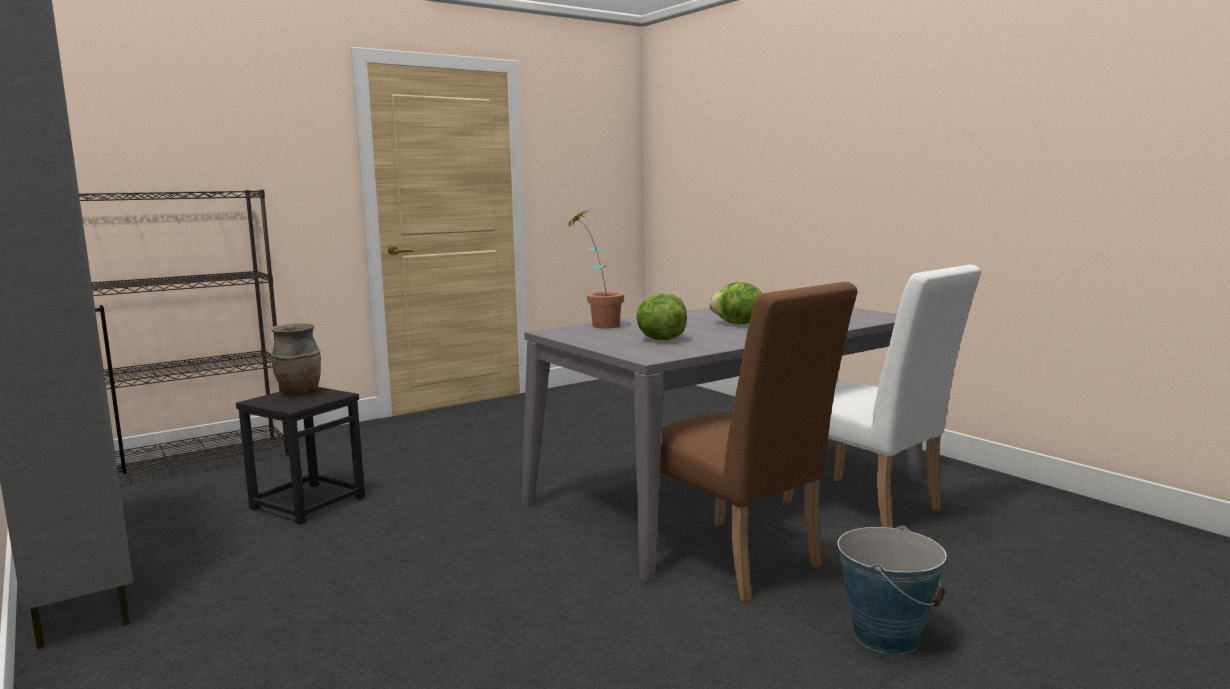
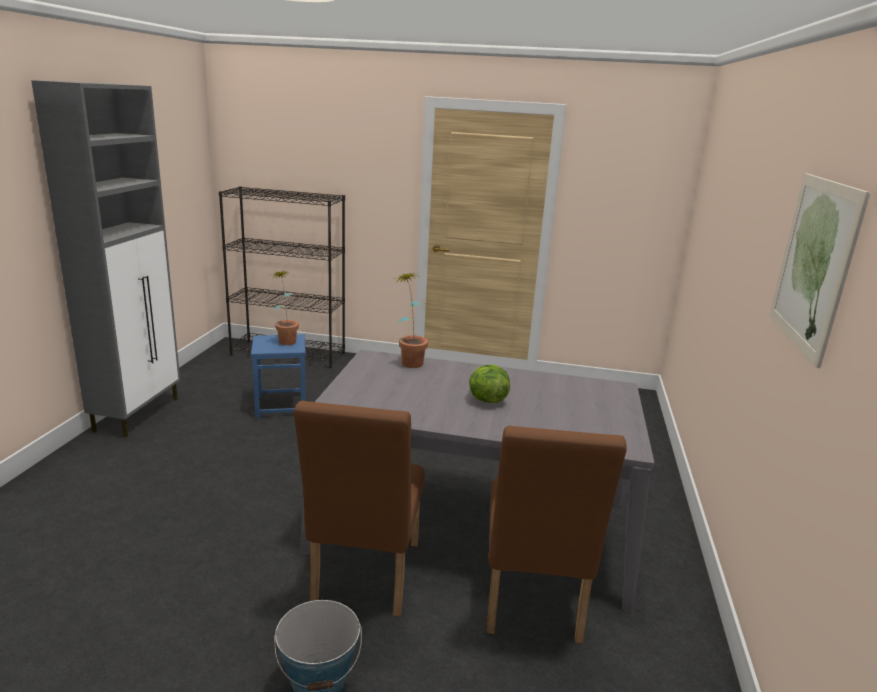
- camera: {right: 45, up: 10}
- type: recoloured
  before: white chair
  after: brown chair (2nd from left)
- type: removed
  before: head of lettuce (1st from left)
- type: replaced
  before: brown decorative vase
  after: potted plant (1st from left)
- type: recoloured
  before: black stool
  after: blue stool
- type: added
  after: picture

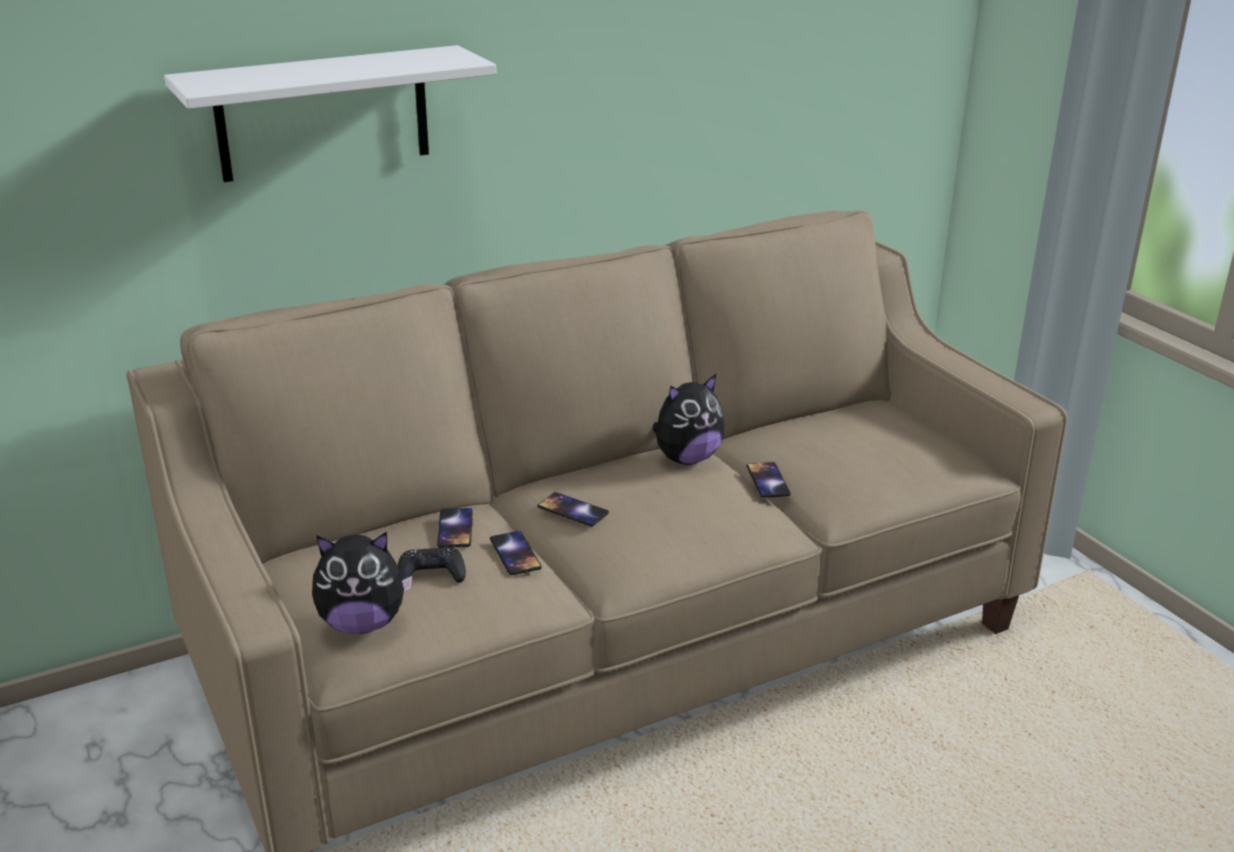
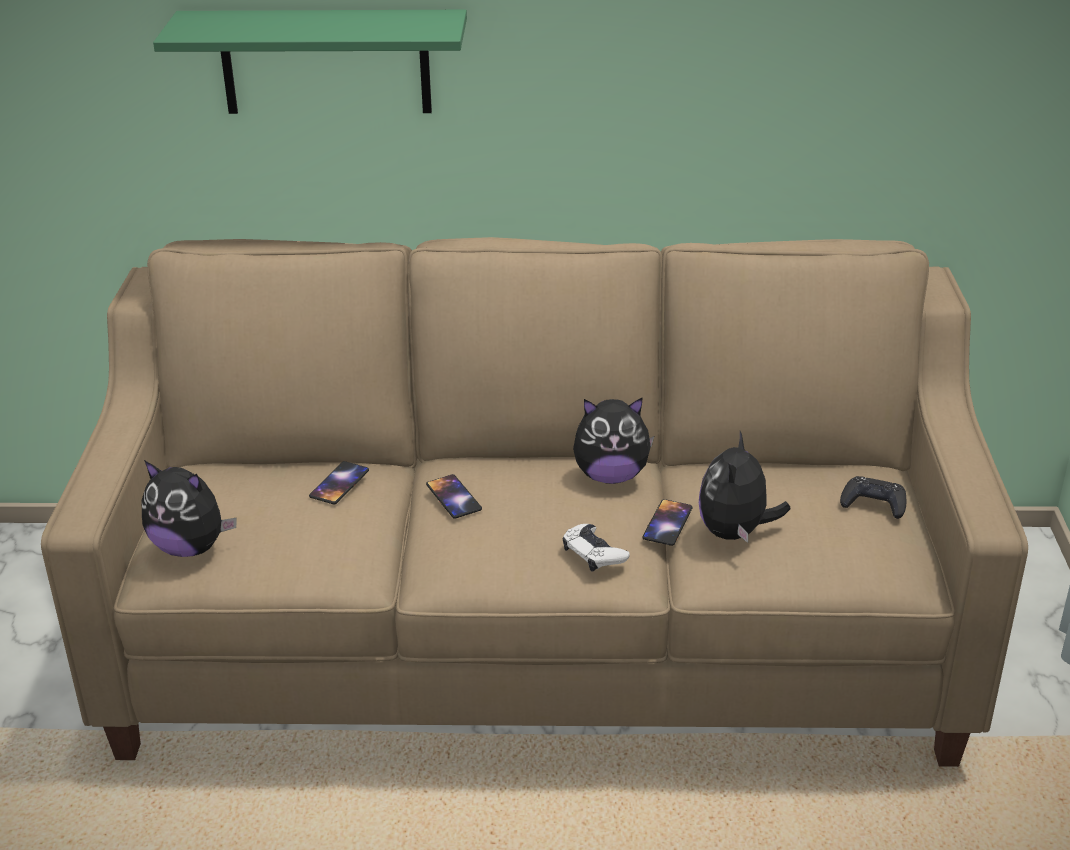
- camera: {right: 30, up: 5}
- type: recoloured
  before: white shelf
  after: green shelf
- type: removed
  before: phone (2nd from left)
- type: moved
  before: black joypad
- type: added
  after: soft toy (3rd from left)
- type: added
  after: white joypad

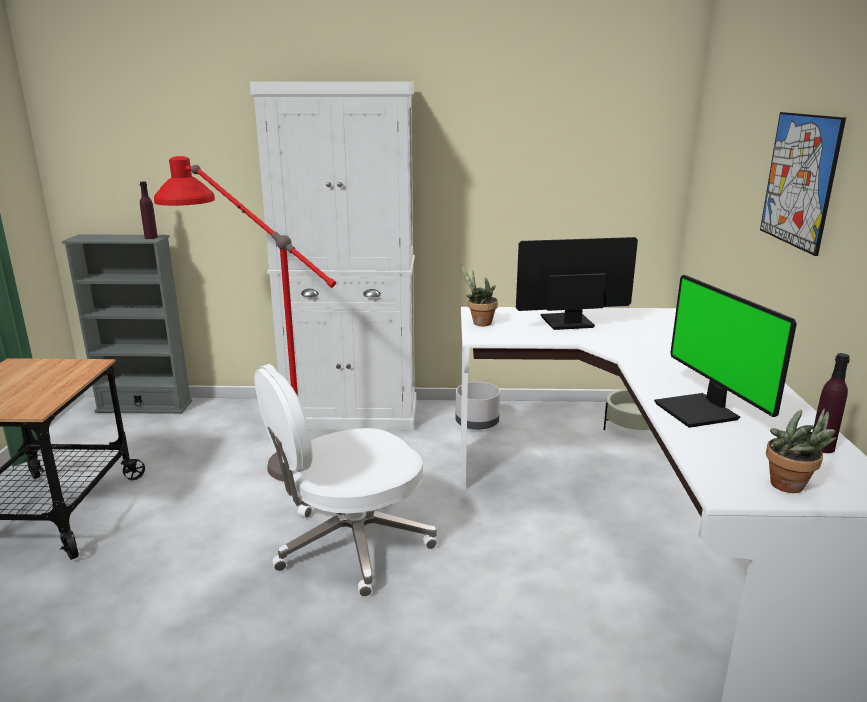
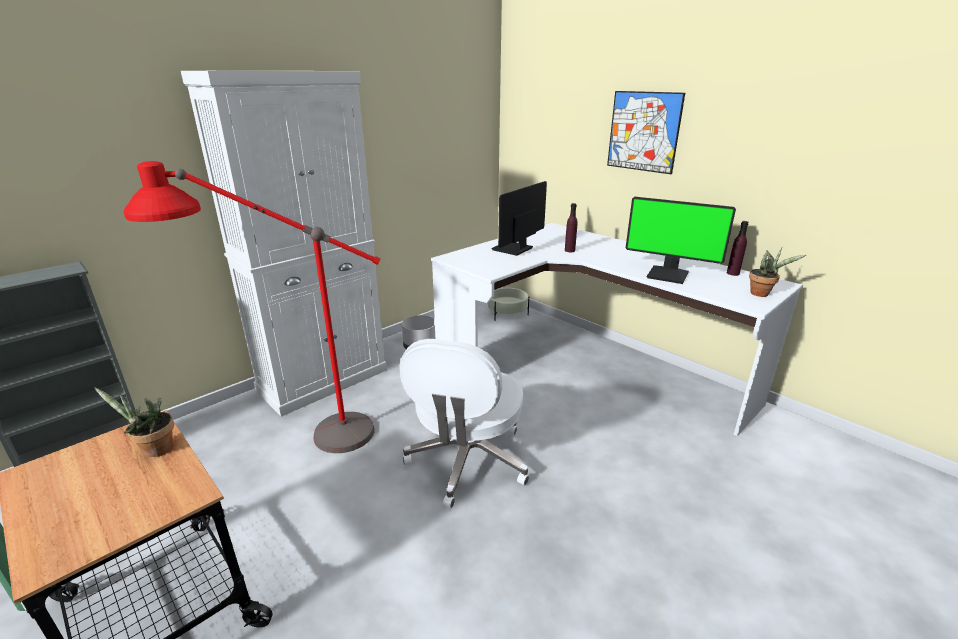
- camera: {right: -45, up: 5}
- type: moved
  before: purplish bottle (1st from left)
- type: moved
  before: potted plant (1st from left)

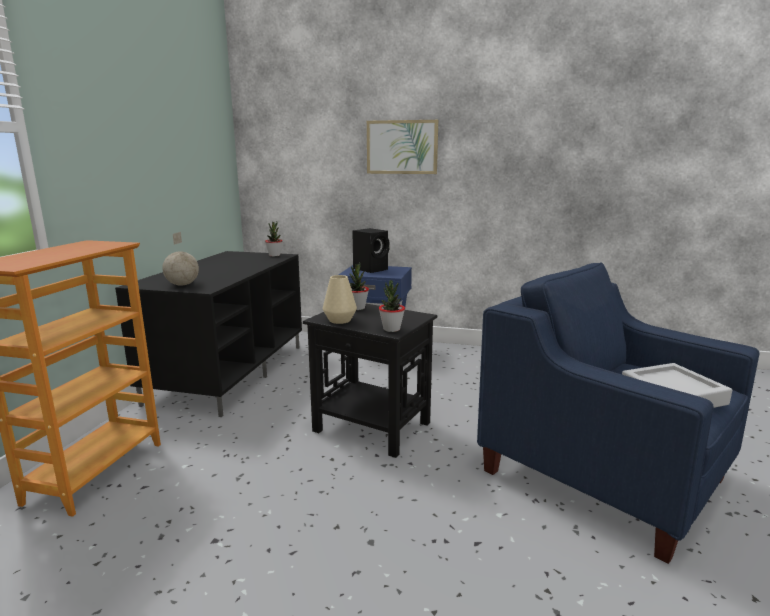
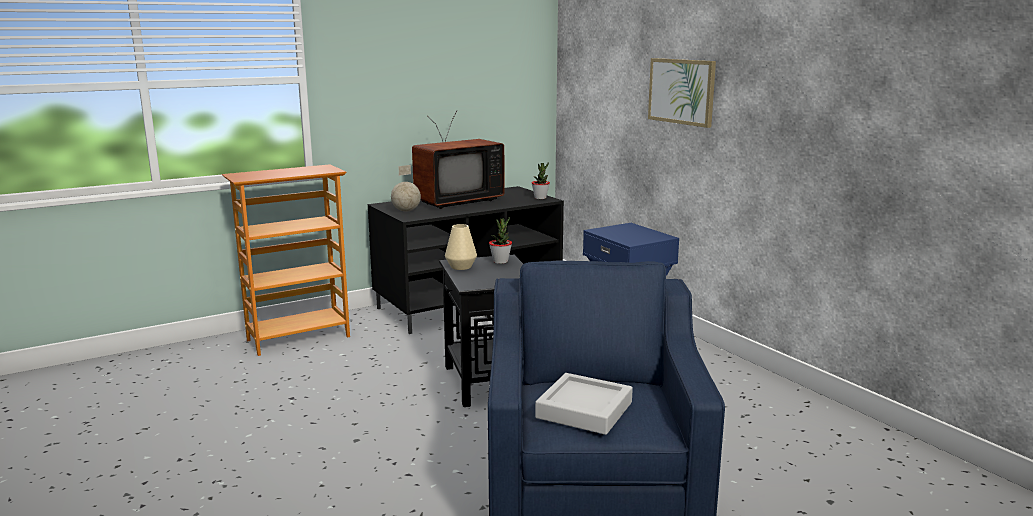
- camera: {right: 45, up: 0}
- type: removed
  before: black audio speaker
- type: removed
  before: potted plant (3rd from left)
- type: added
  after: TV

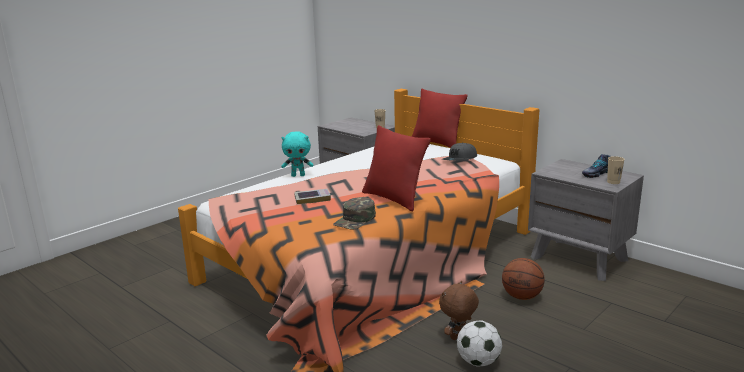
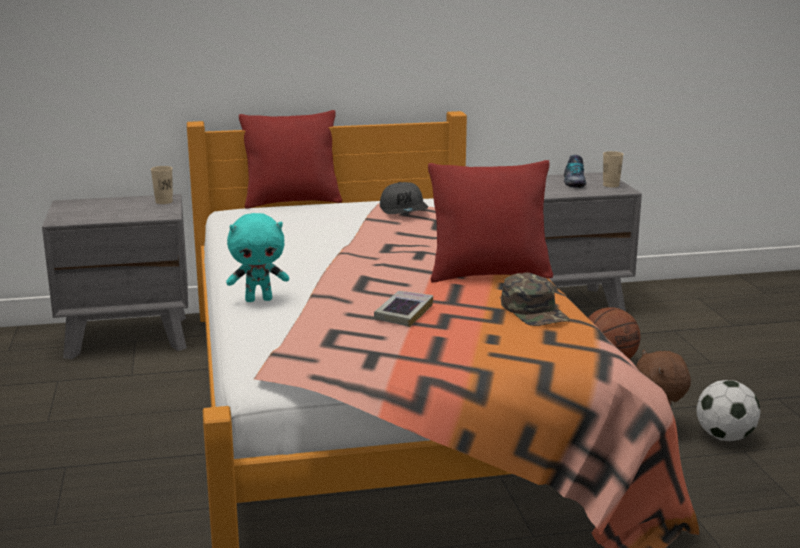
- camera: {right: -55, up: 0}
- type: turned
  before: turquoise-coloured soft toy
  turn: 45

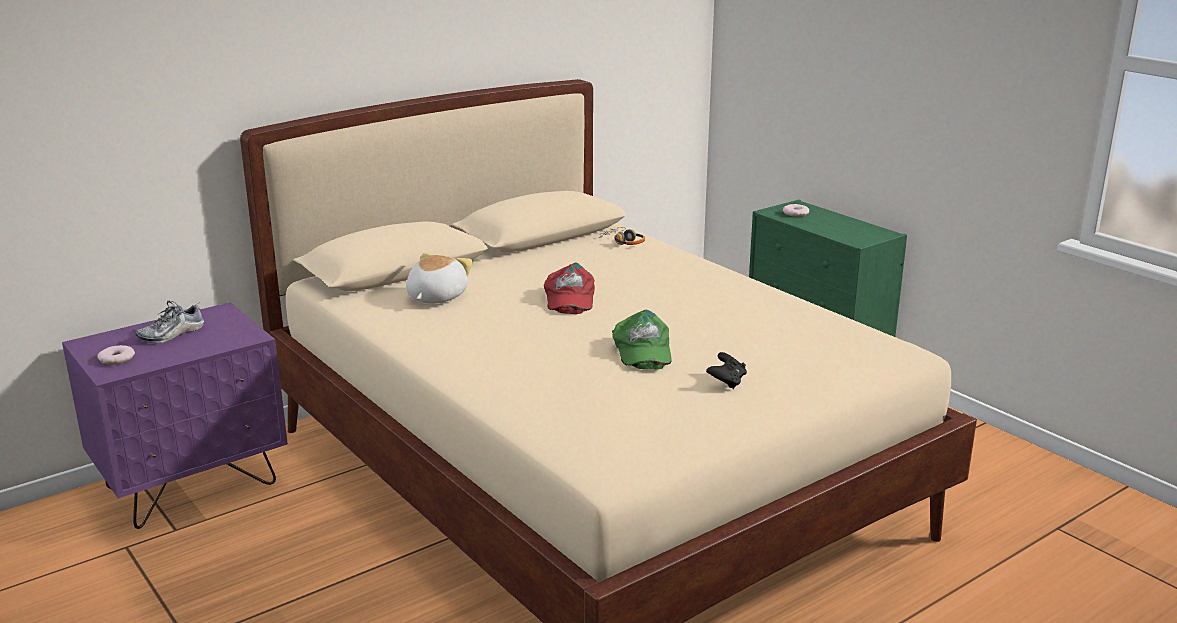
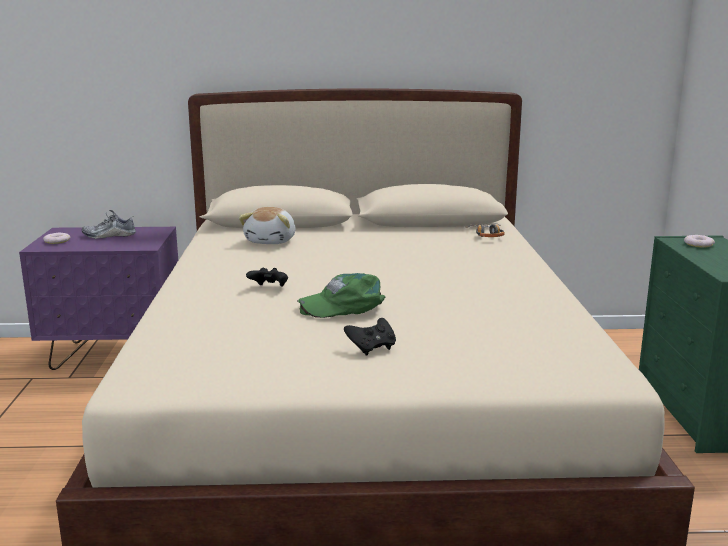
- camera: {right: 35, up: -5}
- type: turned
  before: soft toy
  turn: 135
- type: removed
  before: red-coloured peaked cap
- type: turned
  before: green peaked cap
  turn: 45
- type: added
  after: black joypad (1st from left)

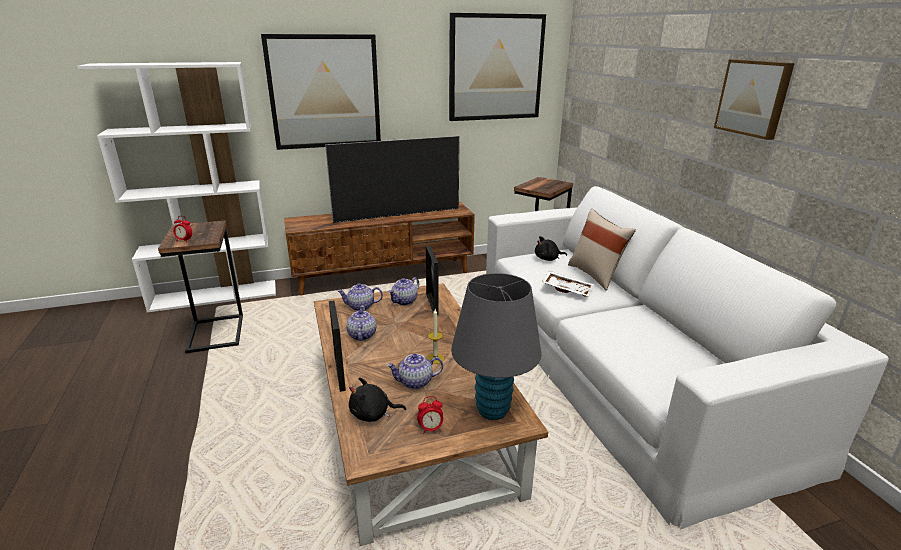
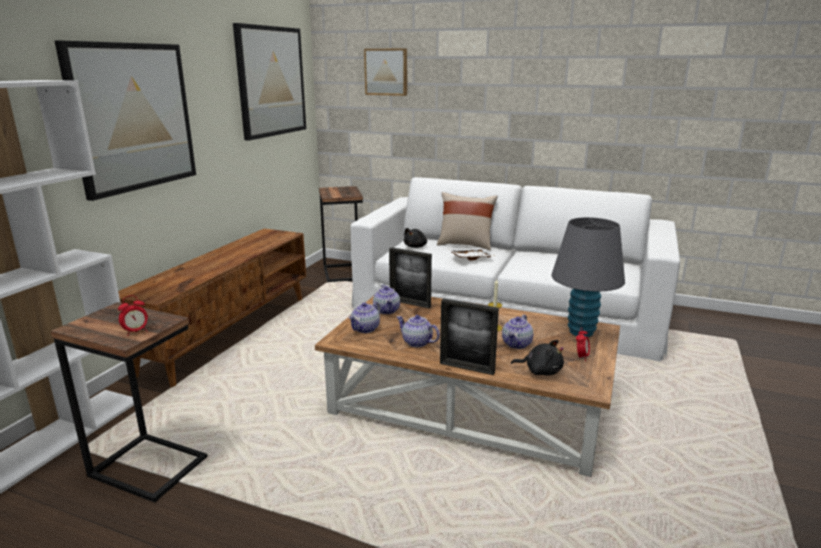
- camera: {right: -50, up: -5}
- type: moved
  before: picture (3rd from left)
- type: removed
  before: TV
- type: turned
  before: black soft toy (1st from left in the first image)
  turn: -105

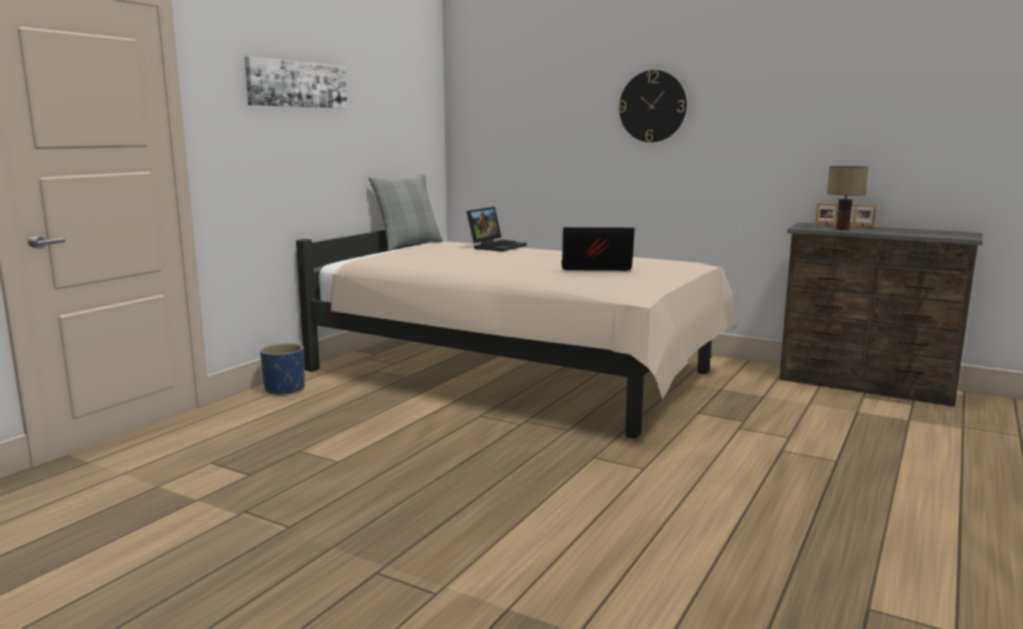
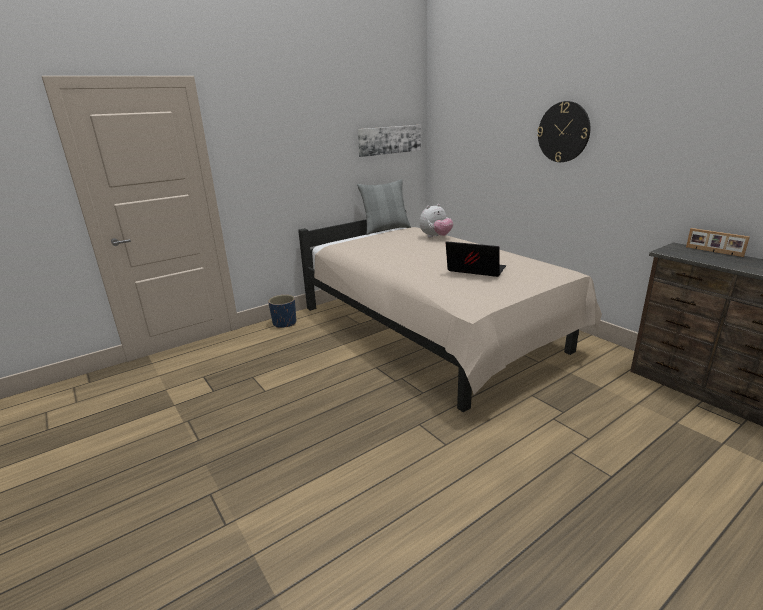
- camera: {right: 25, up: 10}
- type: moved
  before: picture
- type: removed
  before: table lamp
- type: replaced
  before: notebook computer (1st from left)
  after: soft toy

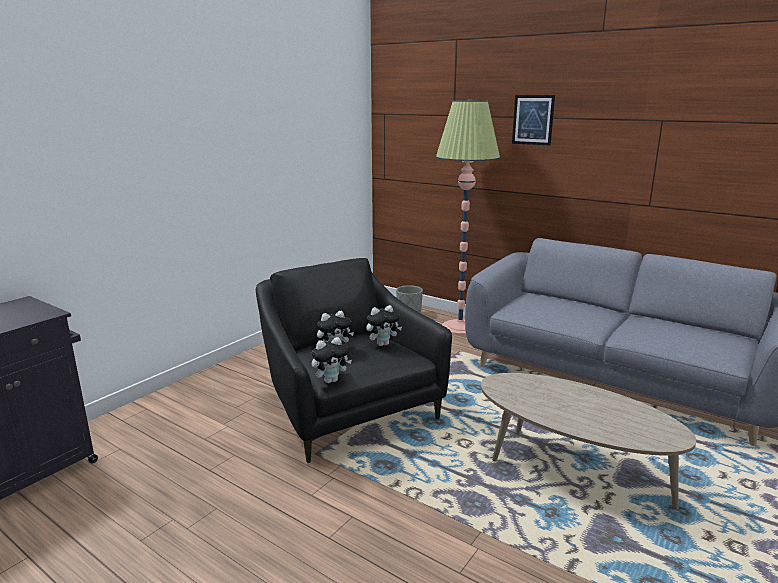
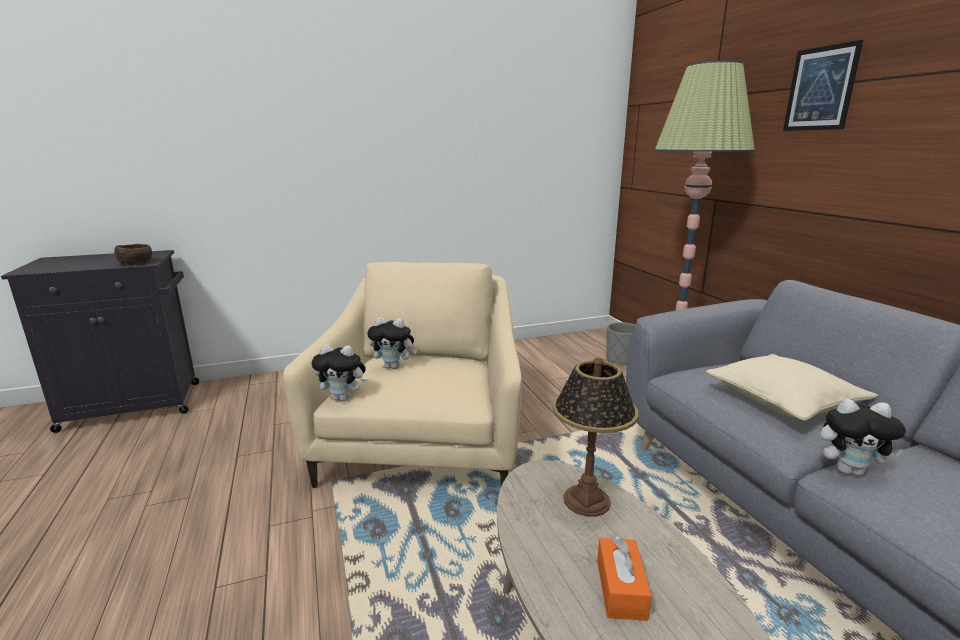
- camera: {right: 35, up: 0}
- type: recoloured
  before: black armchair
  after: sand-coloured armchair
- type: moved
  before: soft toy (3rd from left)
- type: added
  after: brown deep dish
- type: added
  after: sand-coloured cushion
- type: added
  after: table lamp
- type: added
  after: orange-coloured tissue box

